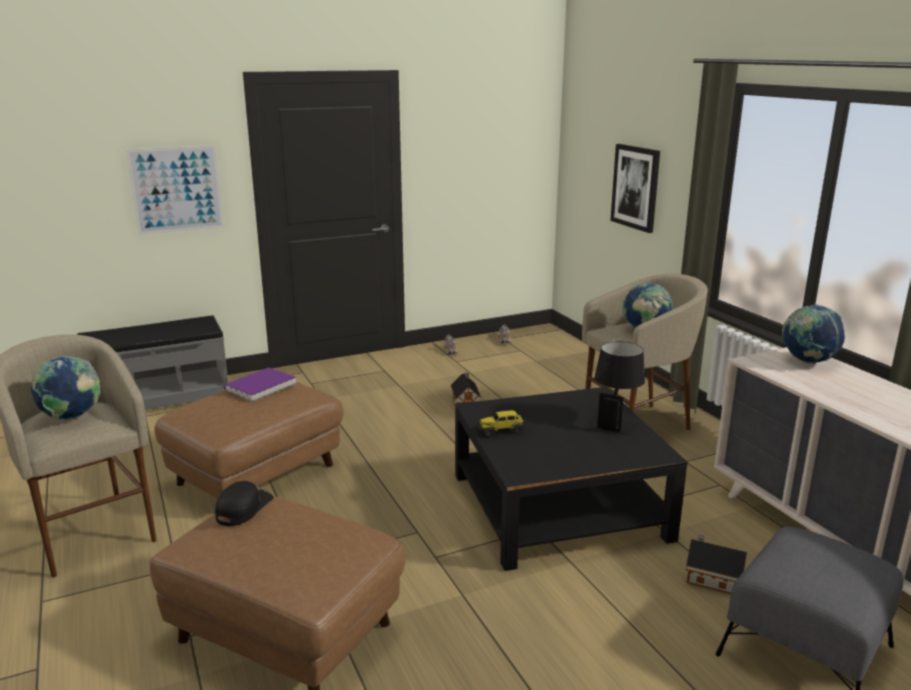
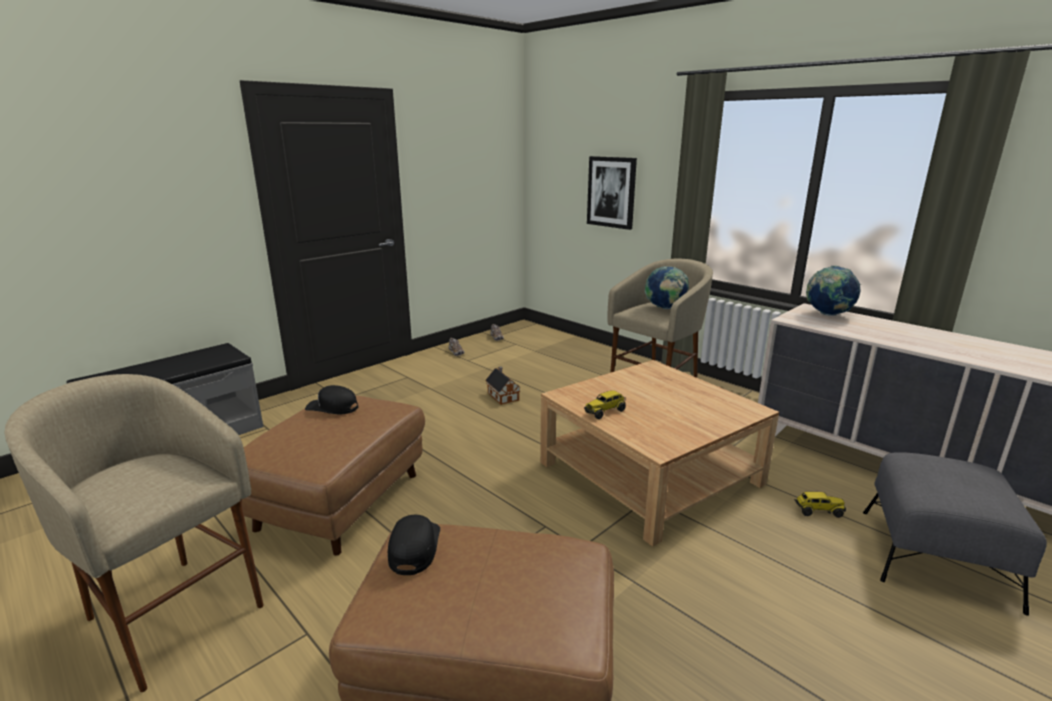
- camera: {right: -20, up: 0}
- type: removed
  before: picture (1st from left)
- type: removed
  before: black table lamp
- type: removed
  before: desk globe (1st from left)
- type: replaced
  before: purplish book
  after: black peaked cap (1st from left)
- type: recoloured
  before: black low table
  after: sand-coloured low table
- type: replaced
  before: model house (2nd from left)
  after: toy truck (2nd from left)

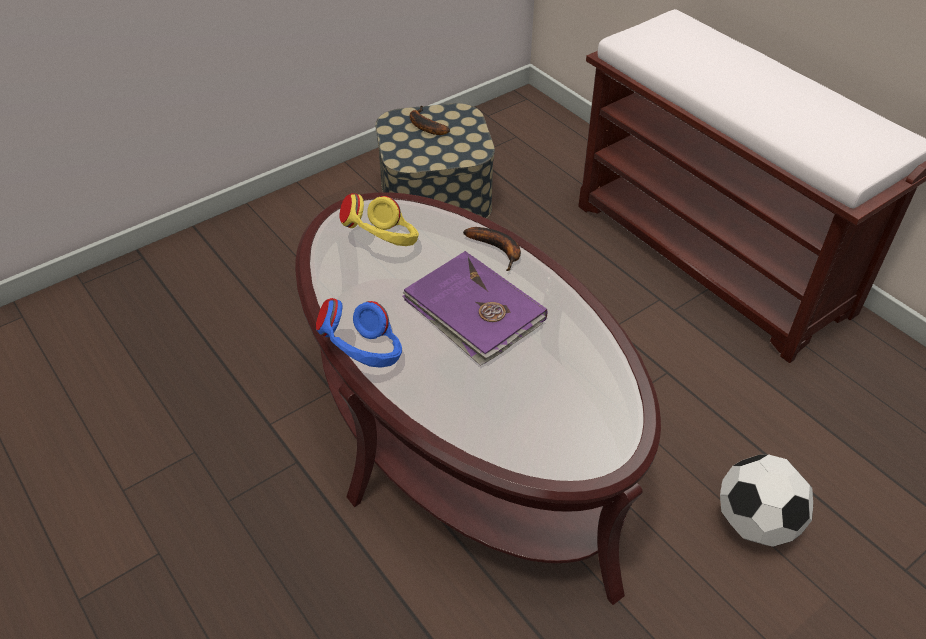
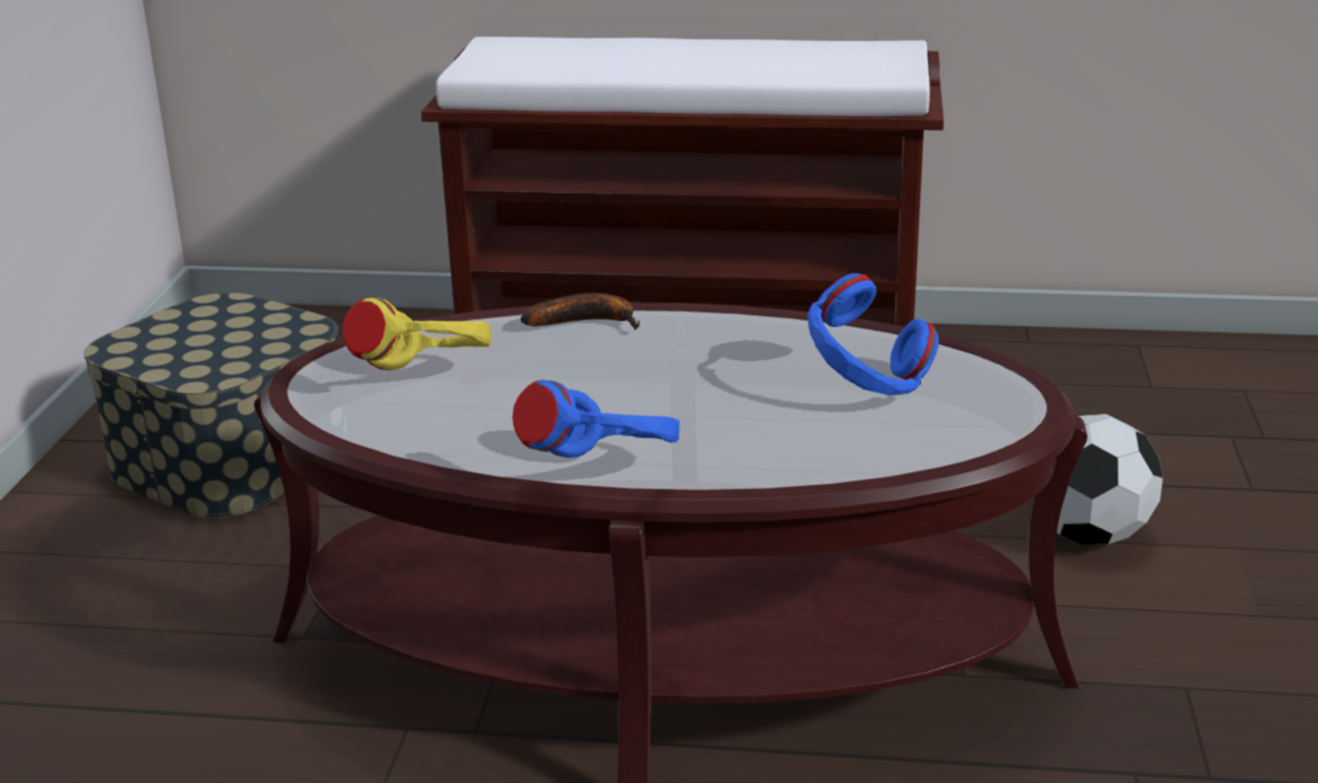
- camera: {right: -45, up: -20}
- type: removed
  before: banana fruit (1st from left)
- type: removed
  before: purplish book
- type: added
  after: blue headphones (2nd from left)

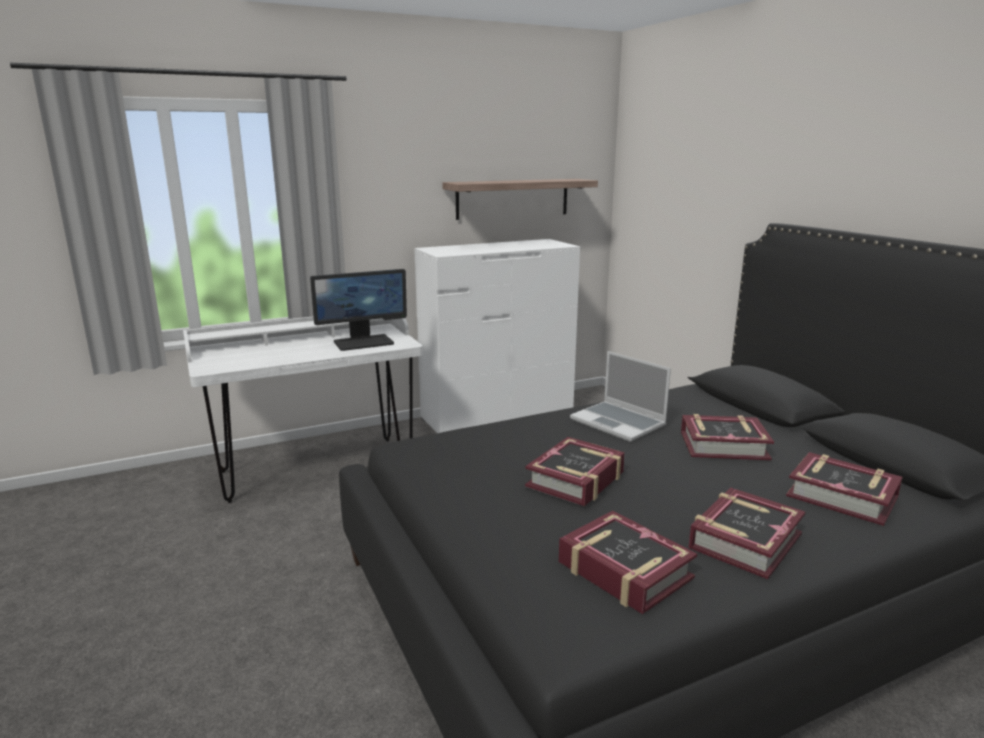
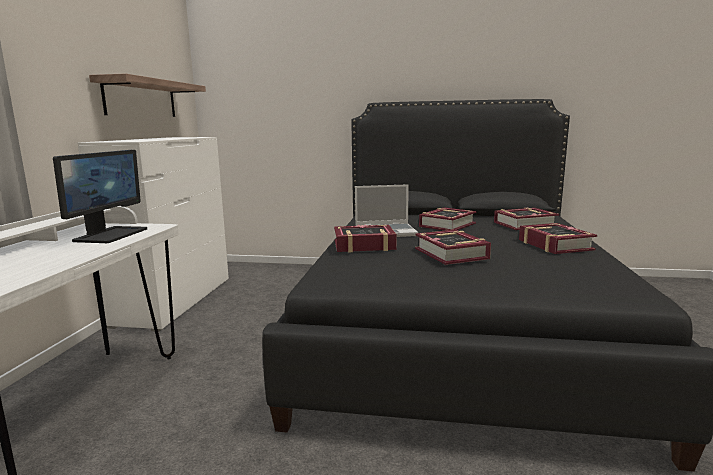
- camera: {right: -55, up: -5}
- type: moved
  before: book (2nd from left in the first image)
  after: book (1st from left)

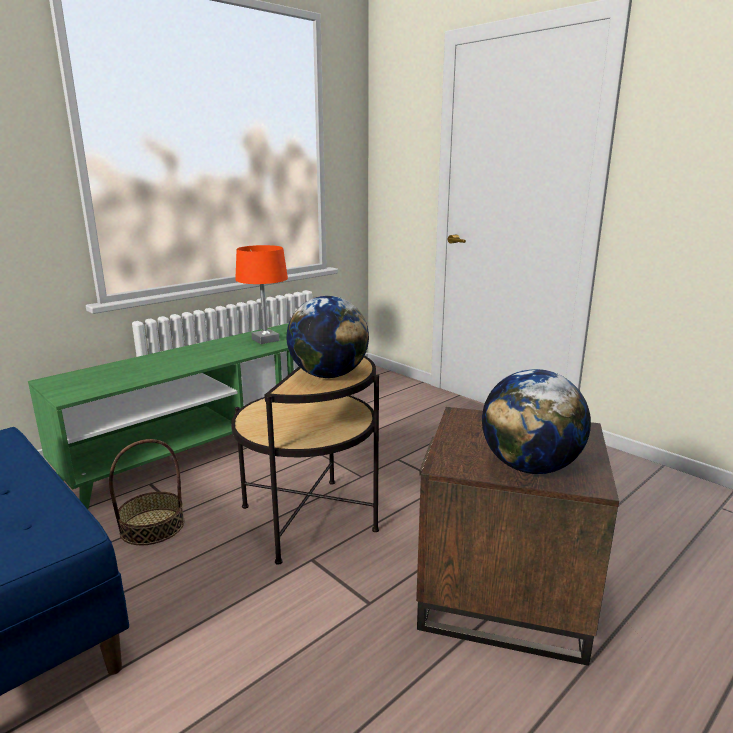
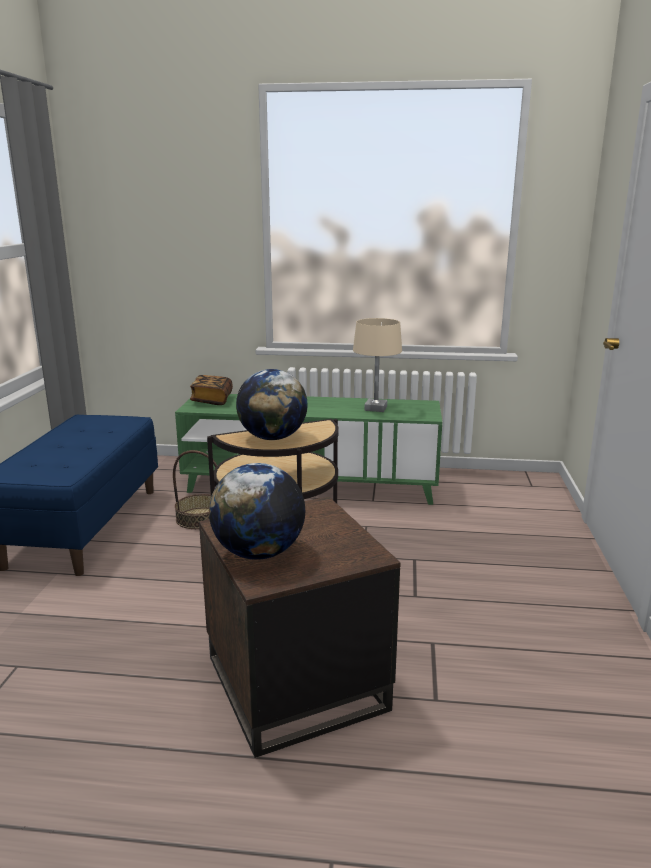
- camera: {right: 50, up: 0}
- type: recoloured
  before: orange-coloured table lamp
  after: sand-coloured table lamp
- type: added
  after: book

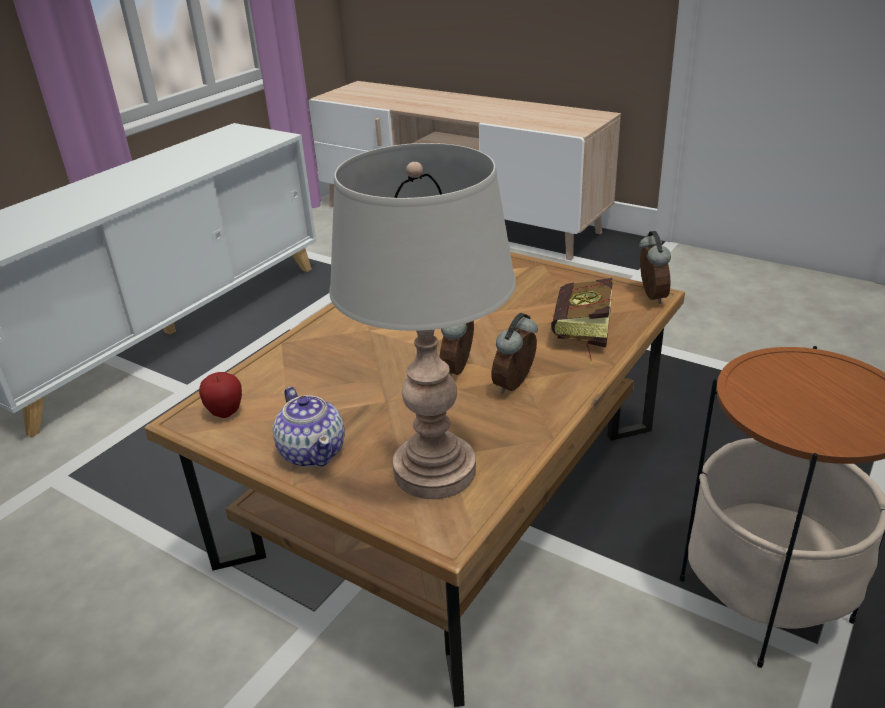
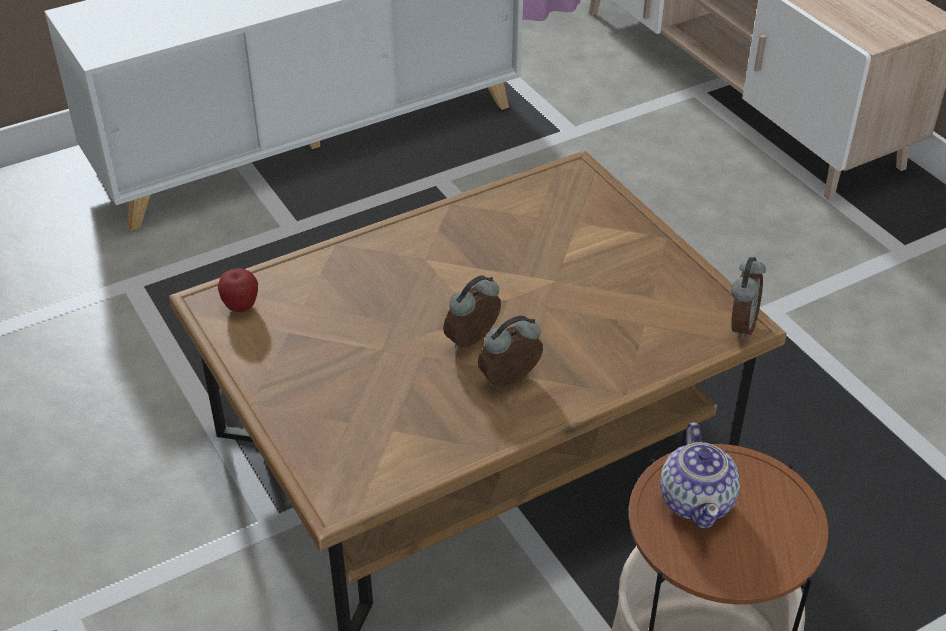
- camera: {right: 25, up: 10}
- type: removed
  before: greyish table lamp
- type: removed
  before: book
- type: moved
  before: tea pot

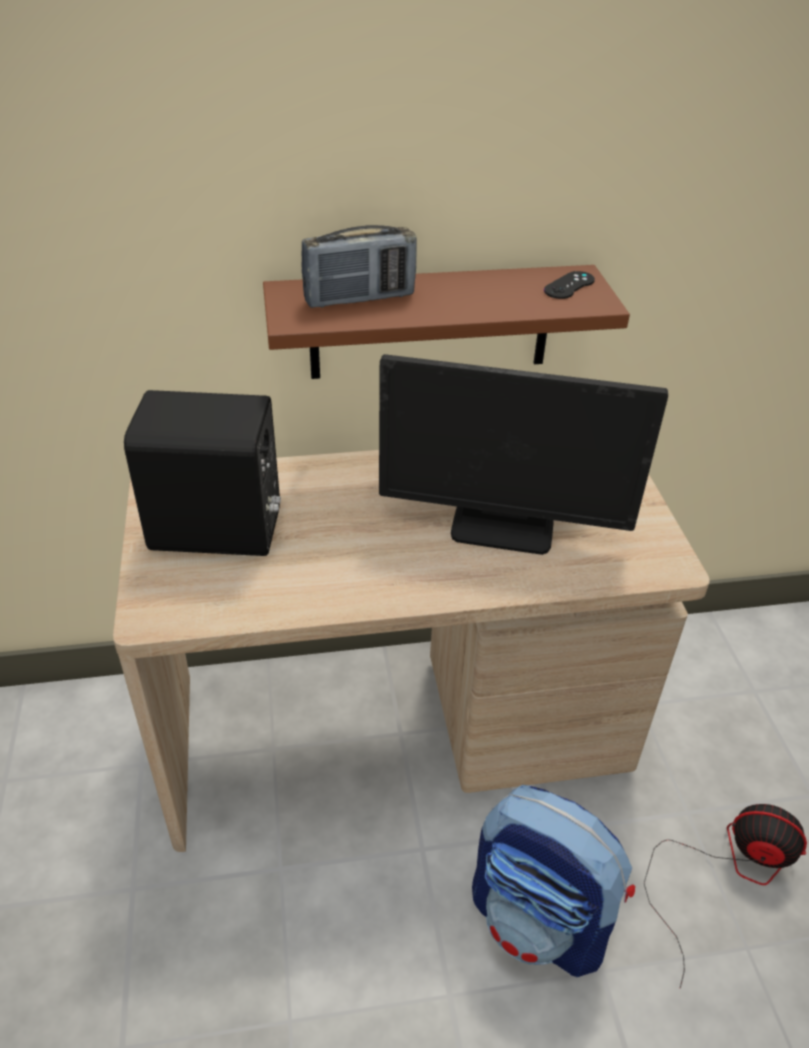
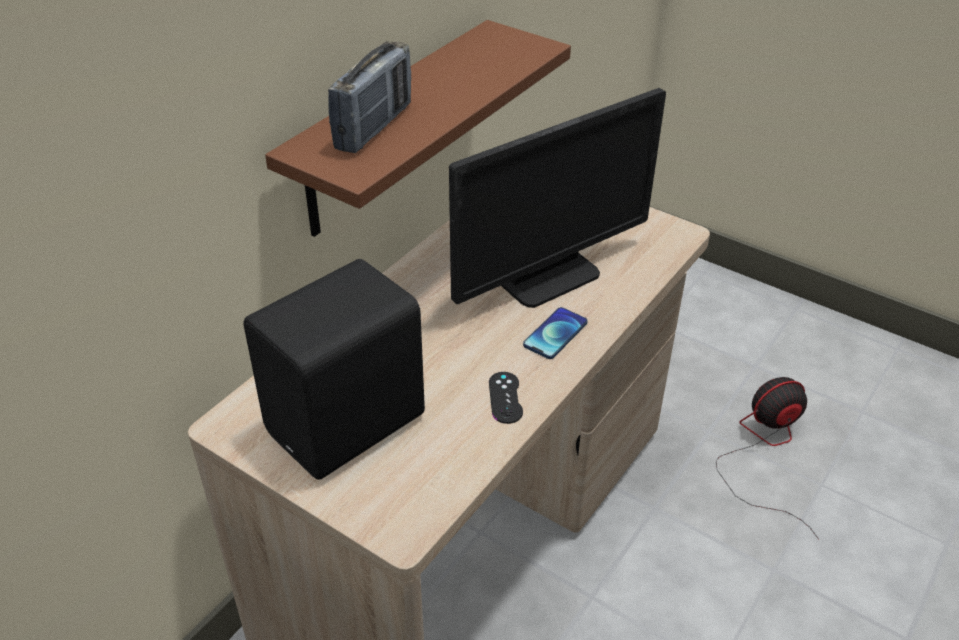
- camera: {right: -45, up: 0}
- type: moved
  before: black joypad
- type: removed
  before: knapsack
- type: added
  after: phone

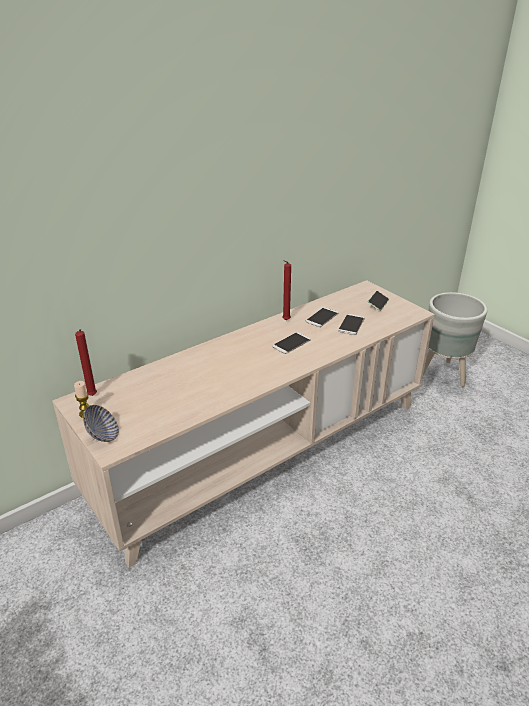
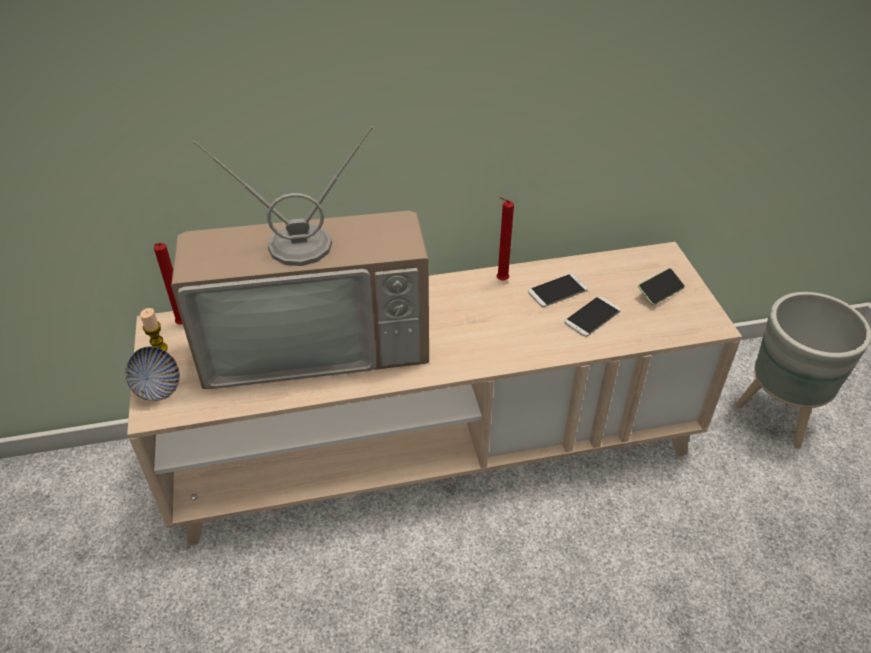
- camera: {right: 25, up: 10}
- type: removed
  before: phone (1st from left)
- type: added
  after: TV

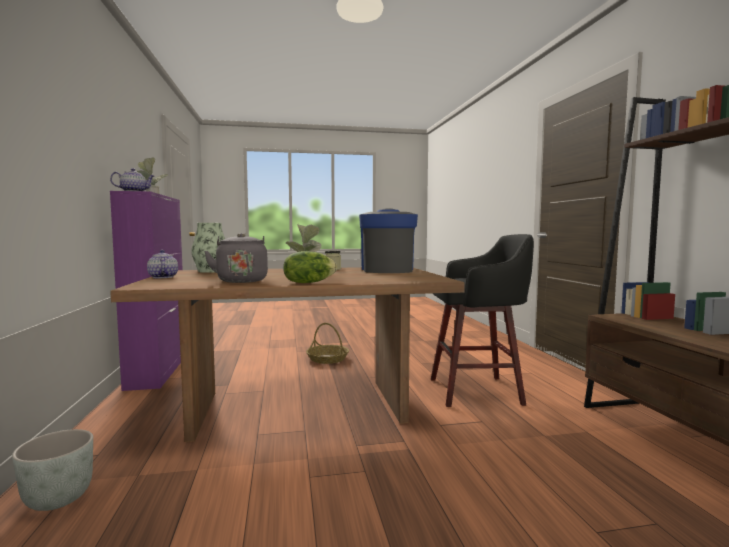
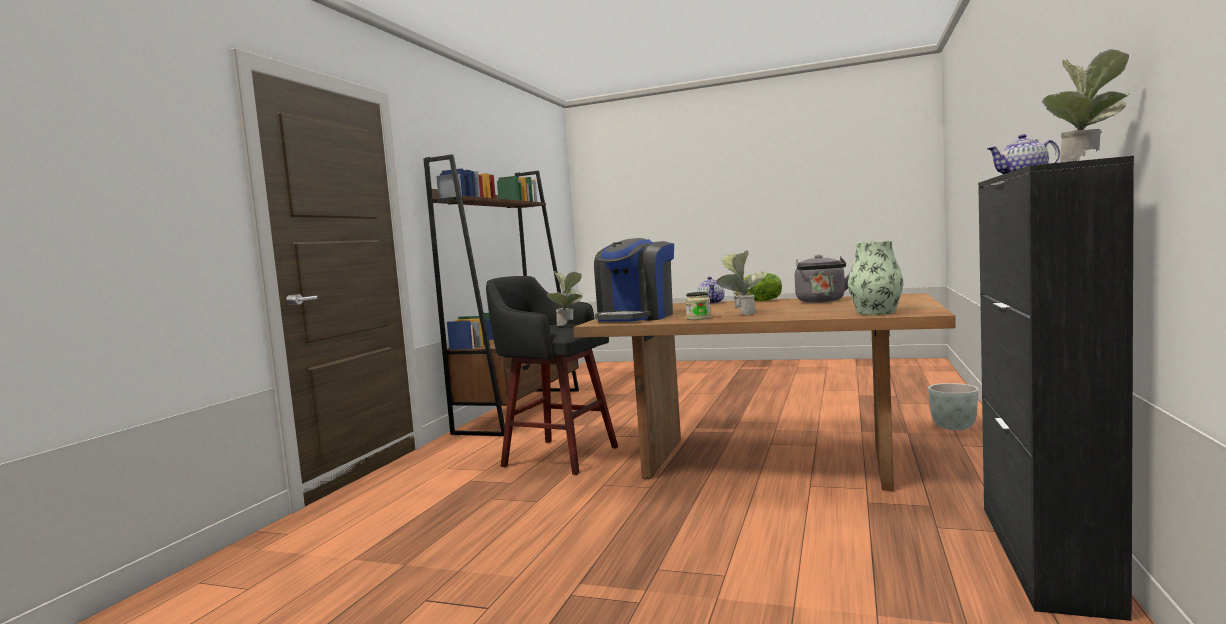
- camera: {right: -150, up: 0}
- type: recoloured
  before: purplish cabinet
  after: black cabinet
- type: moved
  before: tea pot (2nd from left in the first image)
  after: tea pot (1st from left)
- type: removed
  before: household basket
- type: added
  after: potted plant (1st from left)

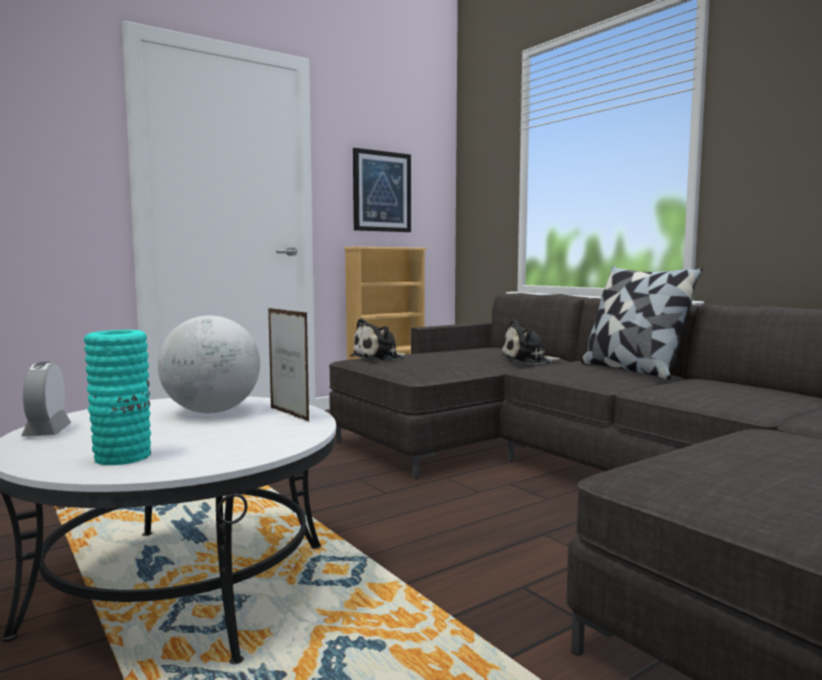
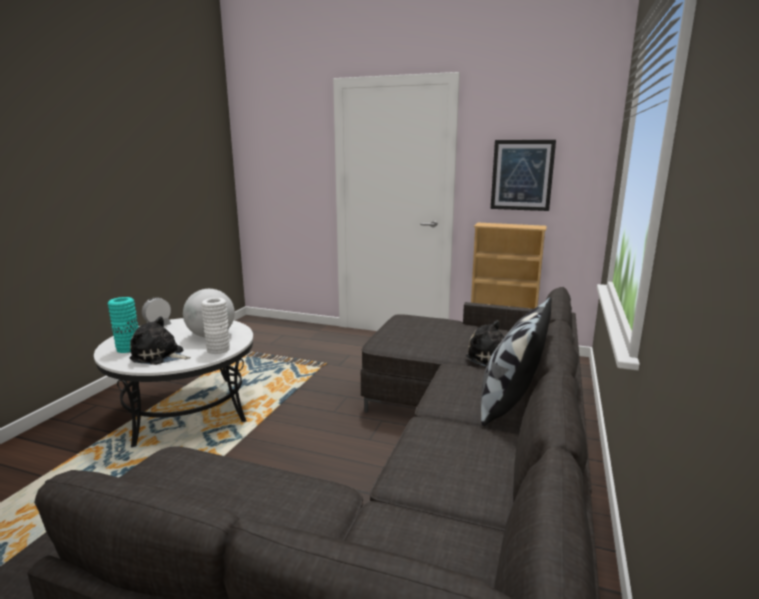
- camera: {right: 55, up: 10}
- type: replaced
  before: photo frame
  after: white decorative vase
- type: moved
  before: soft toy (1st from left)

